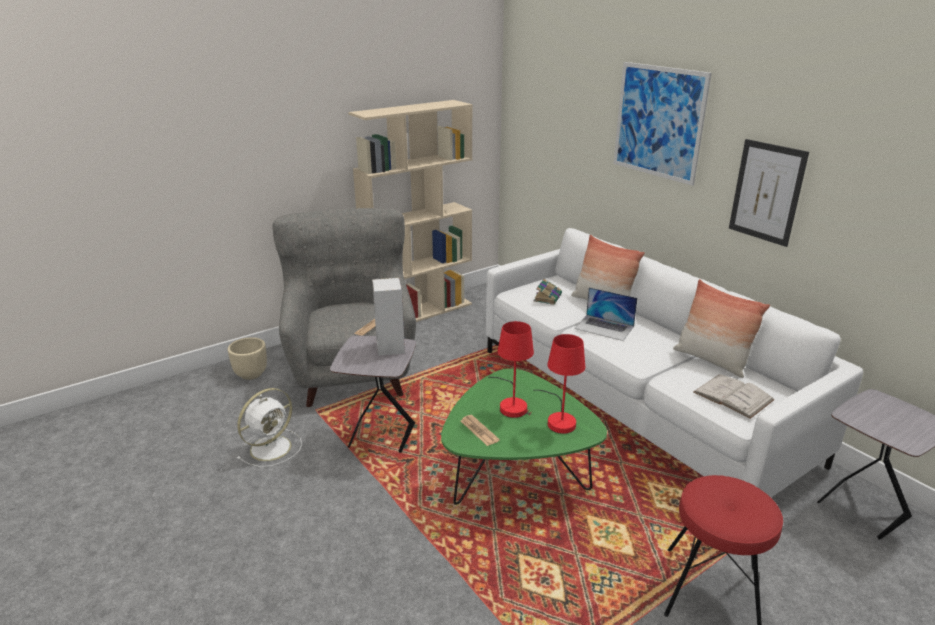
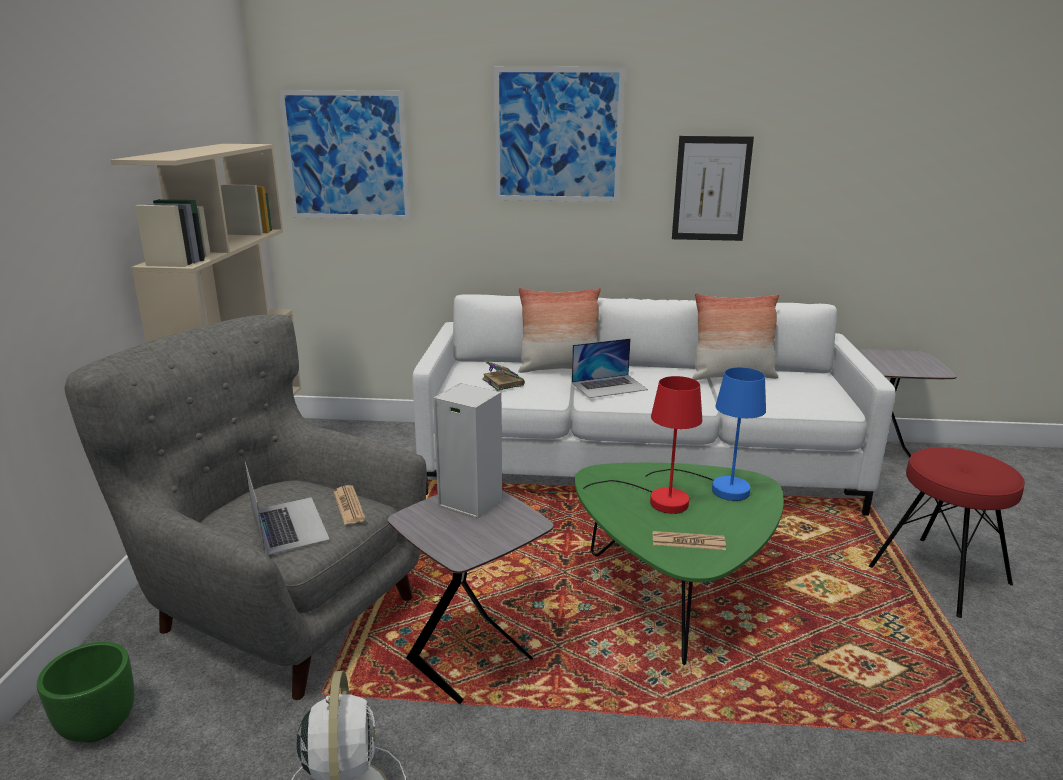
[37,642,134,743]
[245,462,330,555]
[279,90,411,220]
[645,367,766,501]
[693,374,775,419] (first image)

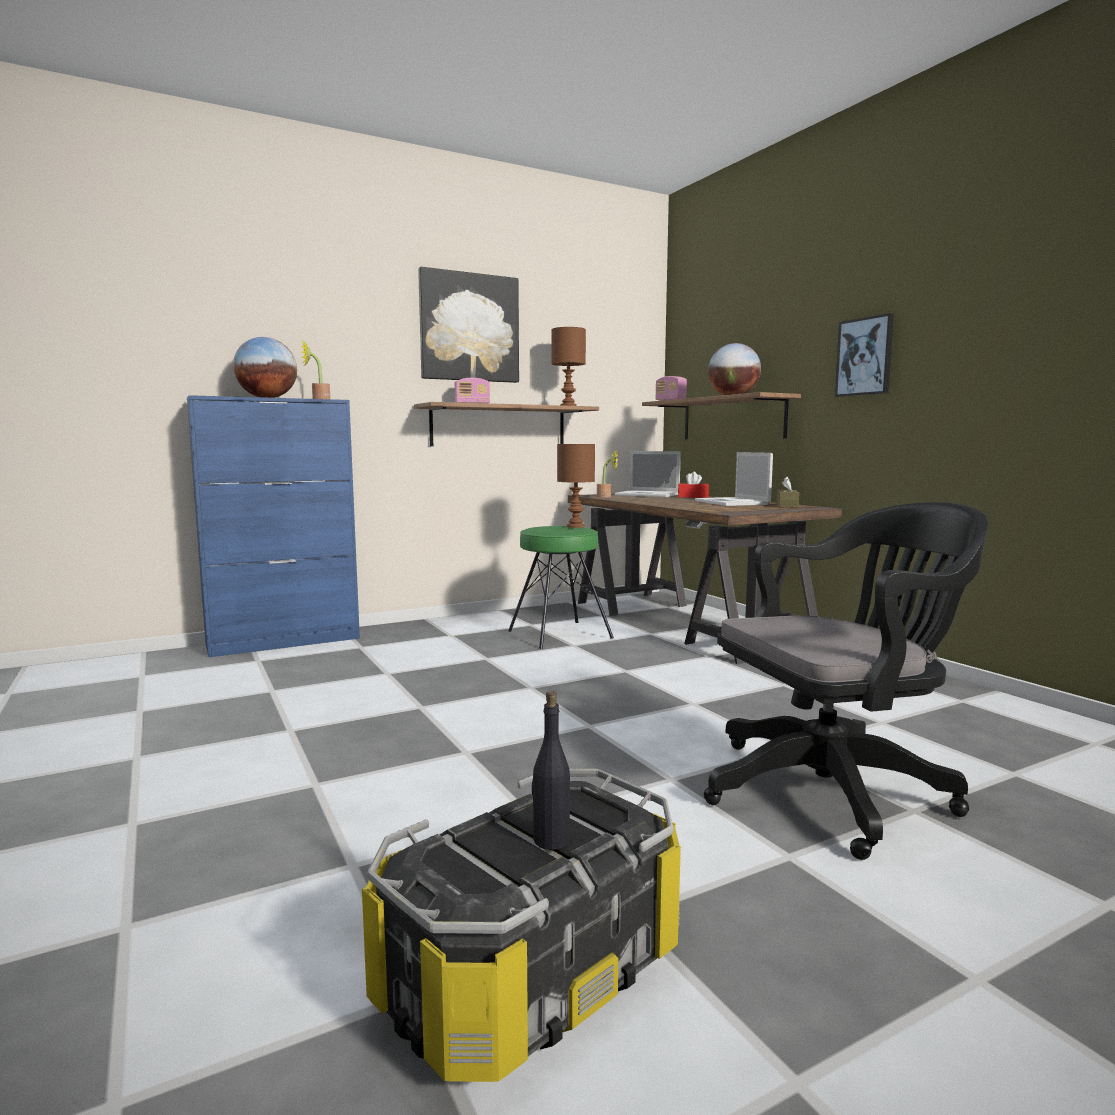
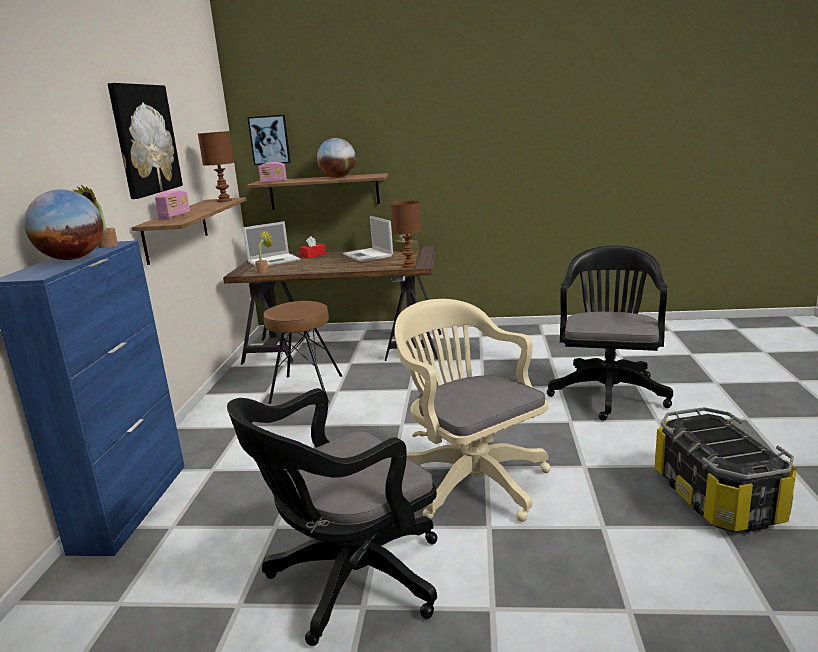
[227,388,437,646]
[247,115,291,165]
[263,301,342,404]
[343,216,393,262]
[390,200,422,268]
[395,299,551,522]
[532,691,570,850] (first image)

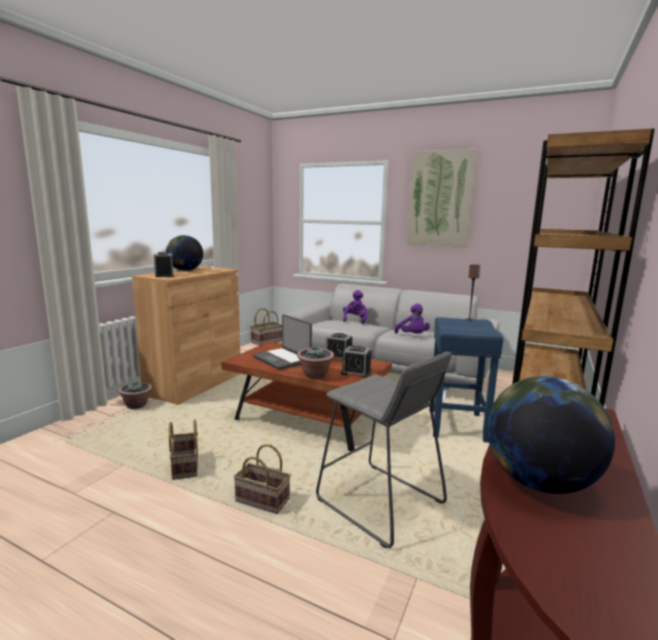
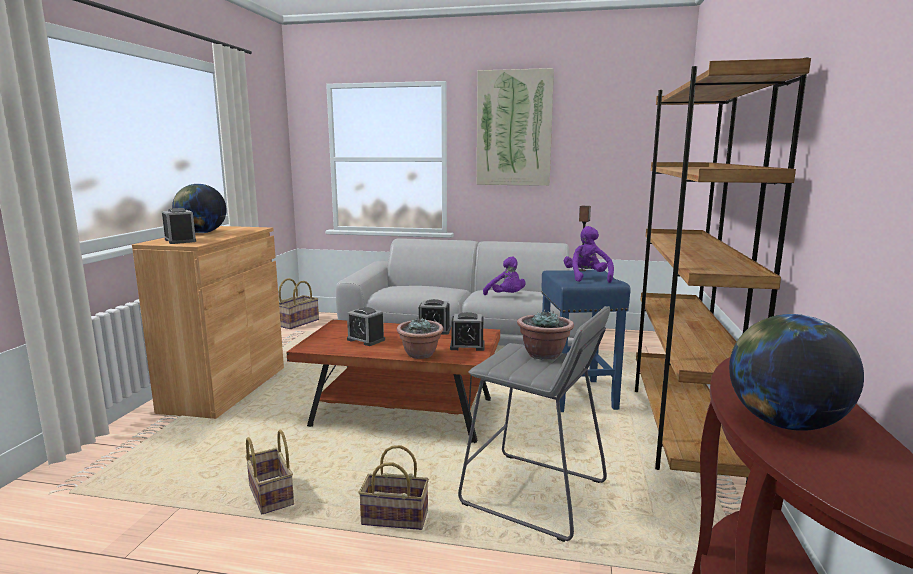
[347,307,385,346]
[517,310,574,360]
[564,226,614,283]

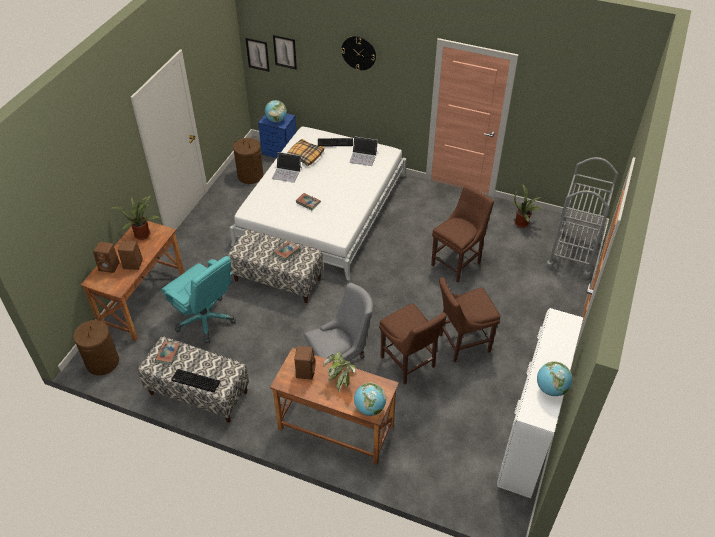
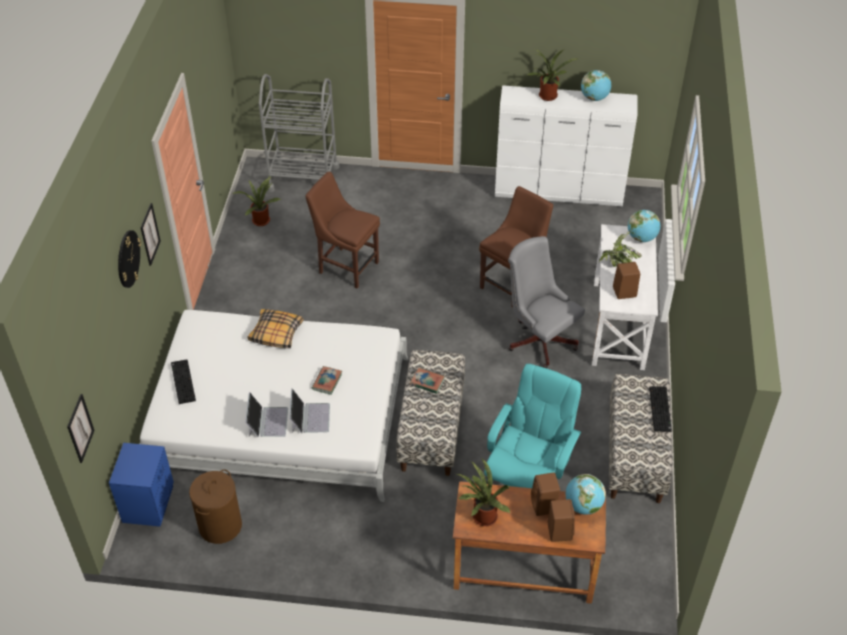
[140,203,161,266]
[247,309,304,348]
[289,389,330,433]
[527,49,579,101]
[566,474,606,515]
[592,224,658,370]
[73,318,119,375] (first image)
[155,341,180,365] (first image)
[439,277,500,362] (first image)

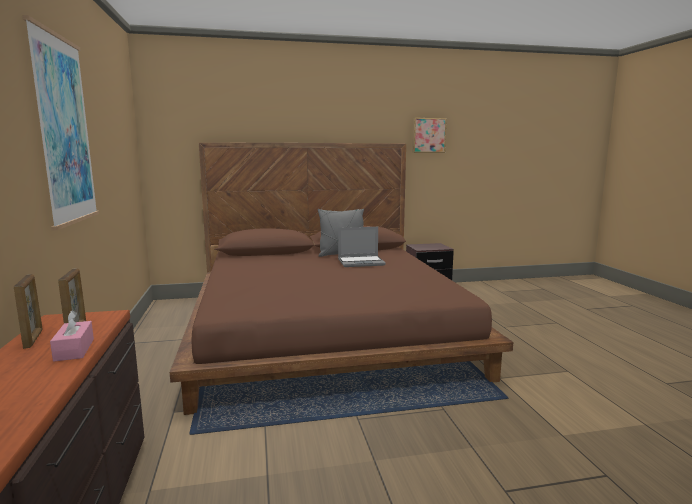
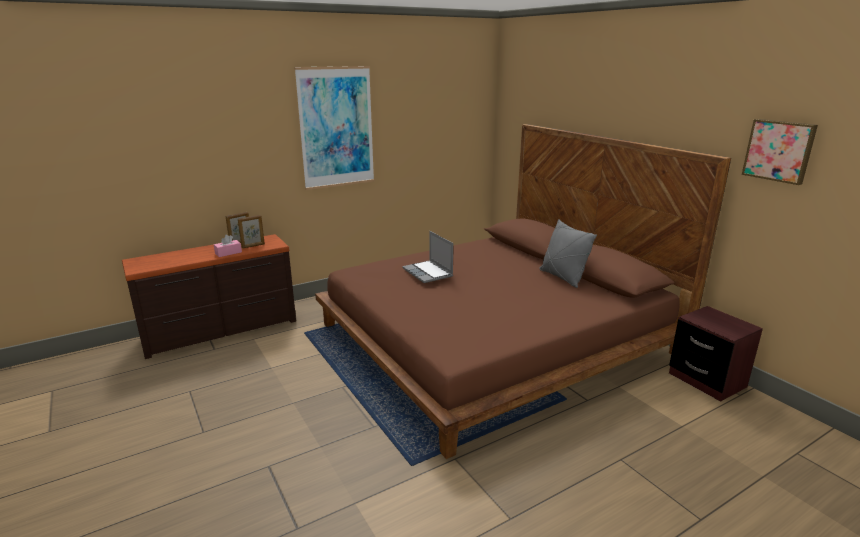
[402,231,453,283]

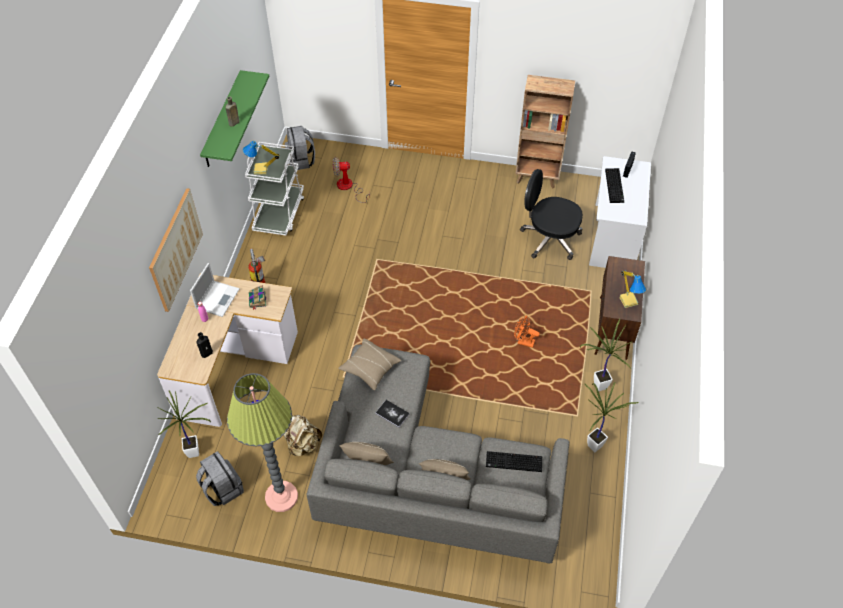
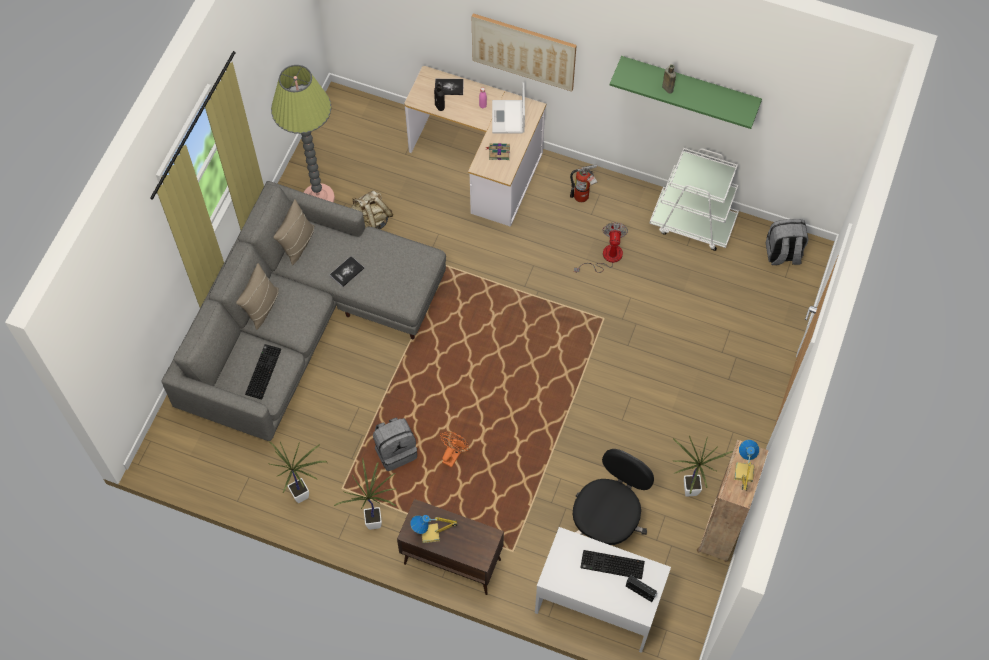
[373,417,417,471]
[435,79,464,95]
[492,82,525,134]
[574,222,628,273]
[673,436,733,497]
[734,440,759,491]
[338,338,401,390] (first image)

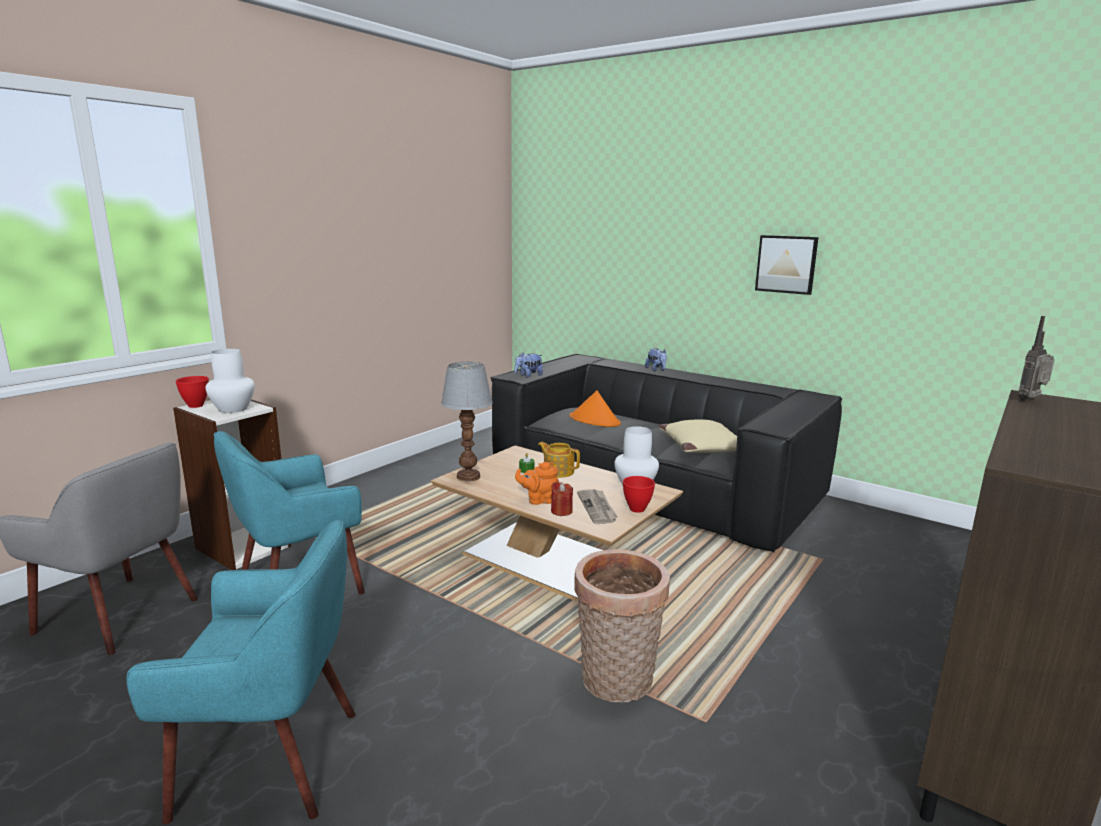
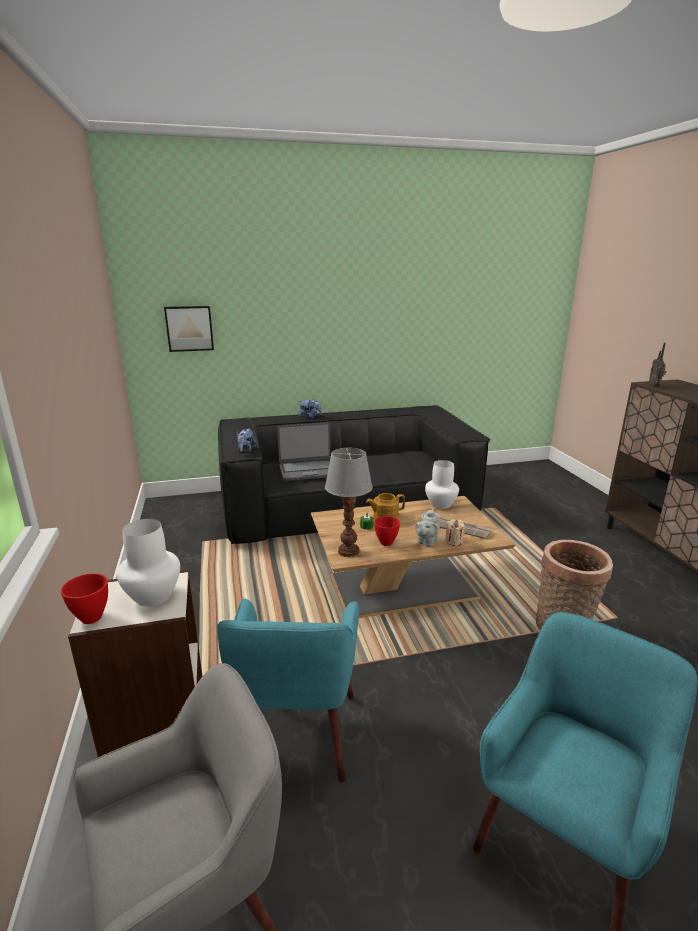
[164,306,214,352]
[277,422,331,481]
[374,516,400,546]
[415,509,440,547]
[445,519,465,546]
[659,419,737,453] (first image)

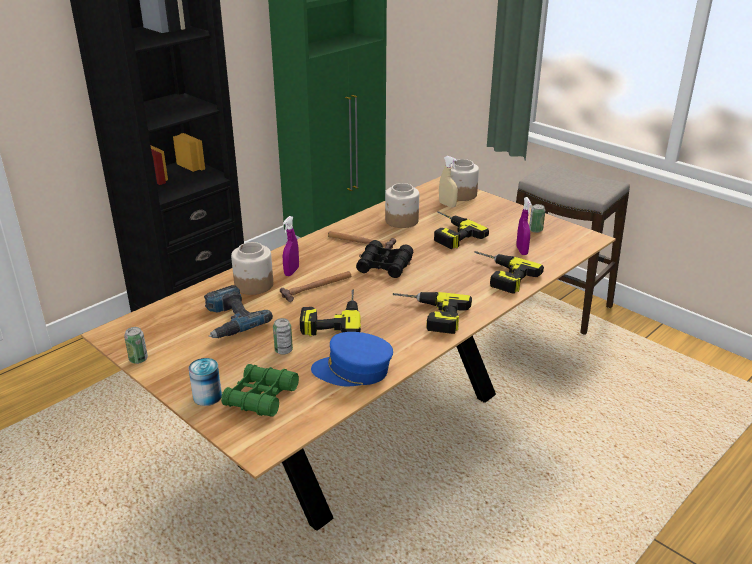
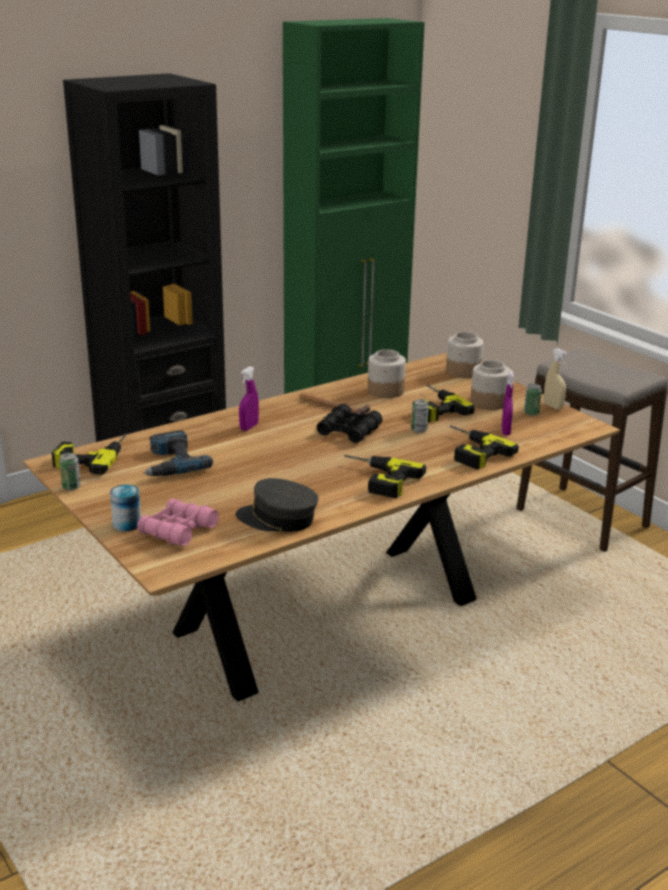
[52,433,127,475]
[137,499,219,546]
[236,478,318,532]
[411,399,429,433]
[470,360,510,410]
[544,348,568,410]
[280,271,351,302] (first image)

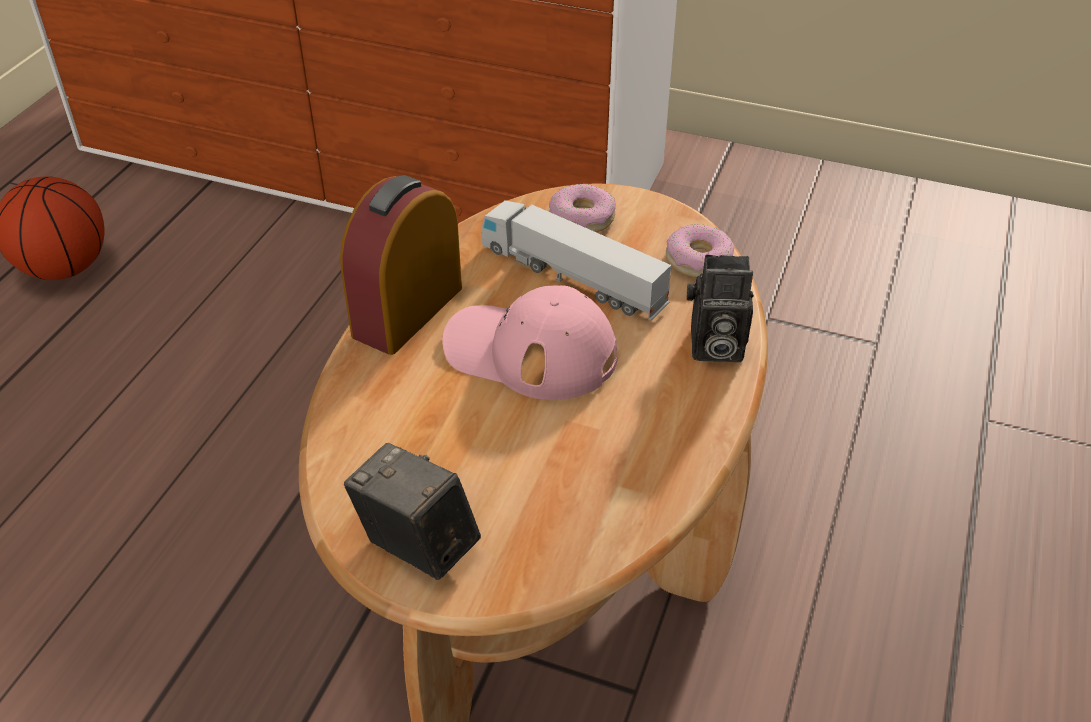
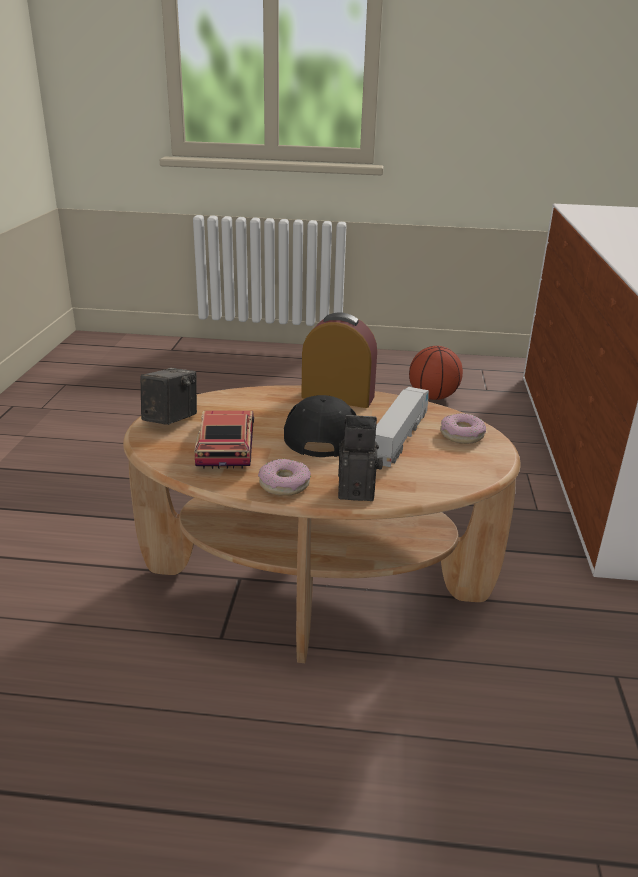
[194,411,254,469]
[258,459,311,496]
[284,395,357,457]
[338,415,383,501]

